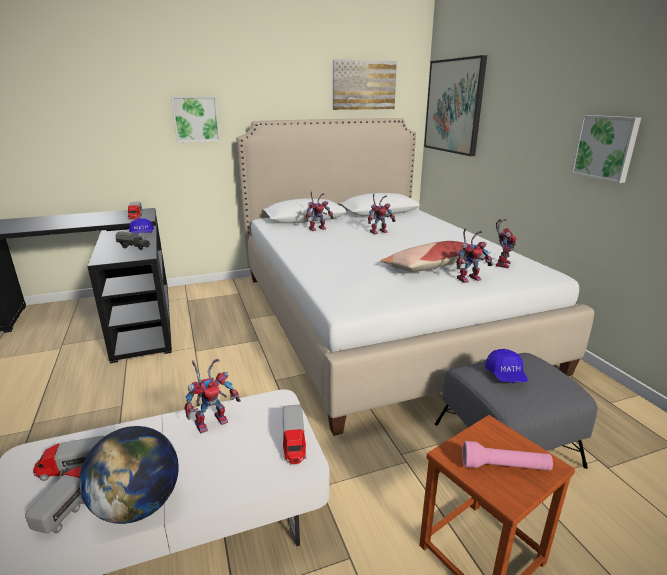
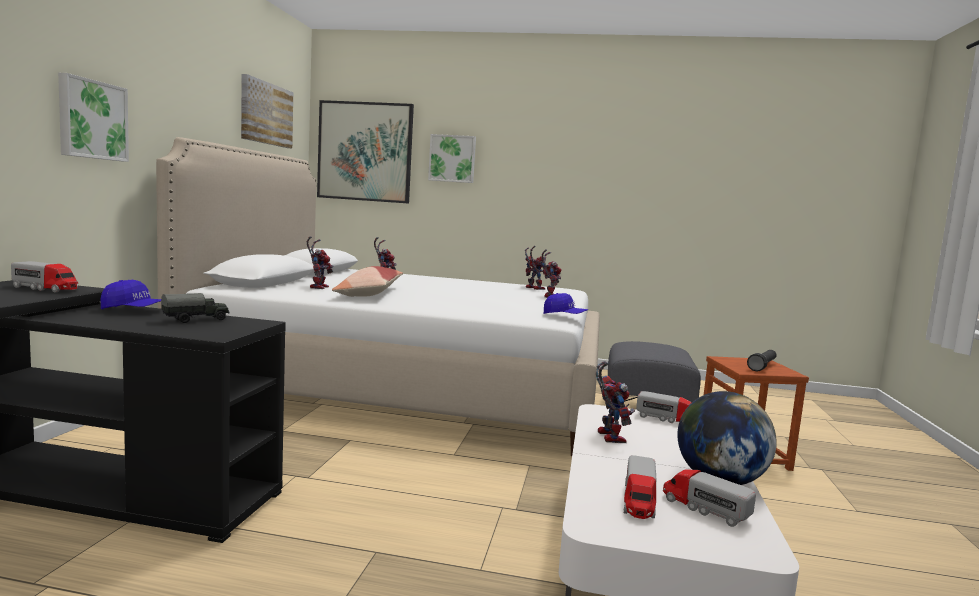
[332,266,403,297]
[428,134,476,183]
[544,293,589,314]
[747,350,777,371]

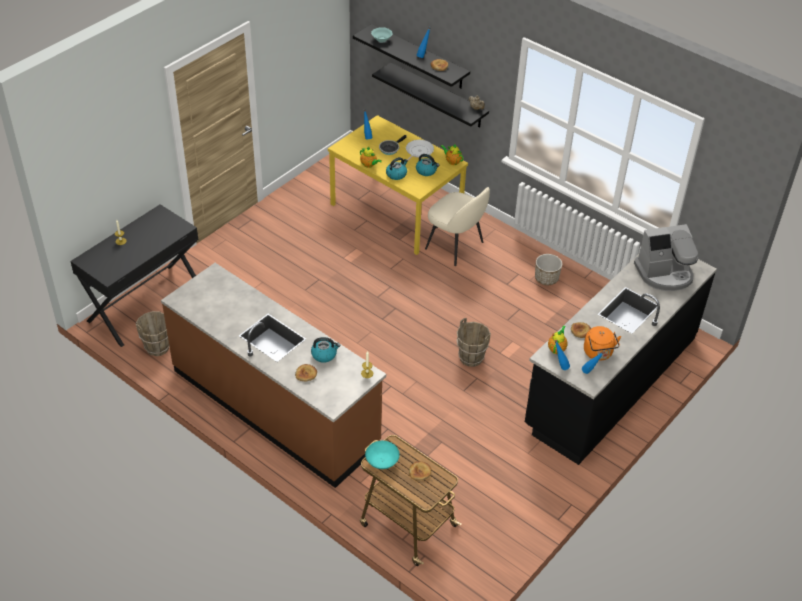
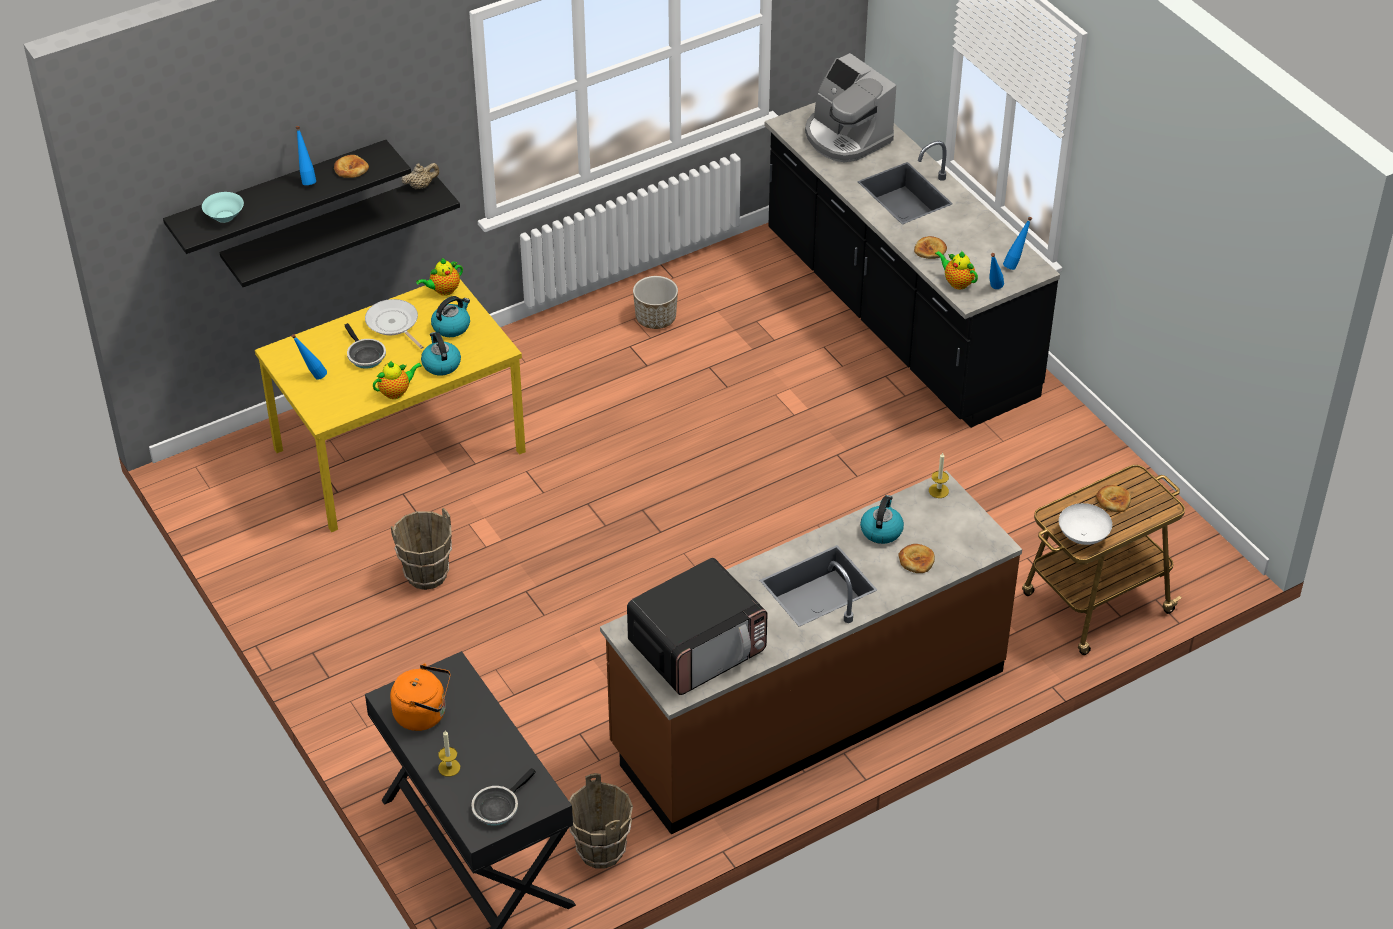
[390,663,451,731]
[391,508,452,590]
[471,768,536,826]
[627,558,767,695]
[805,53,896,162]
[1059,503,1112,545]
[425,187,490,266] (first image)

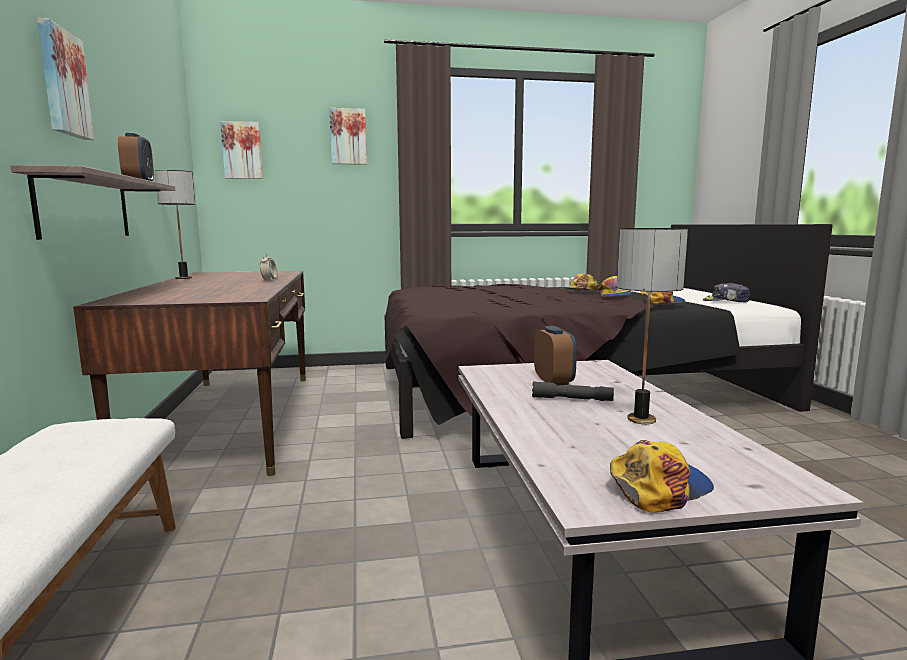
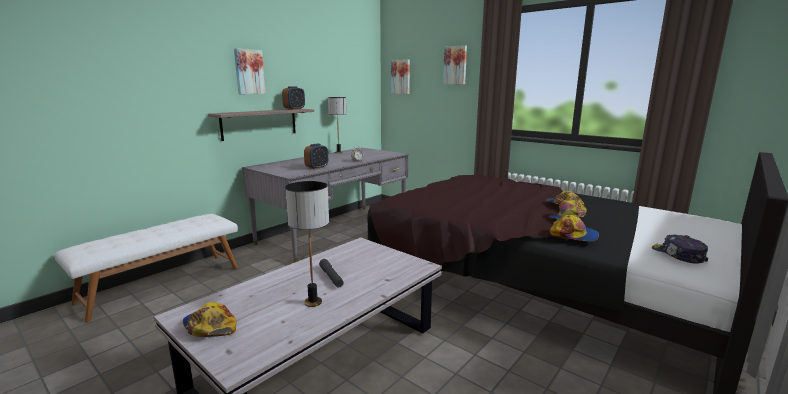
[183,302,237,337]
[242,148,409,263]
[304,144,328,169]

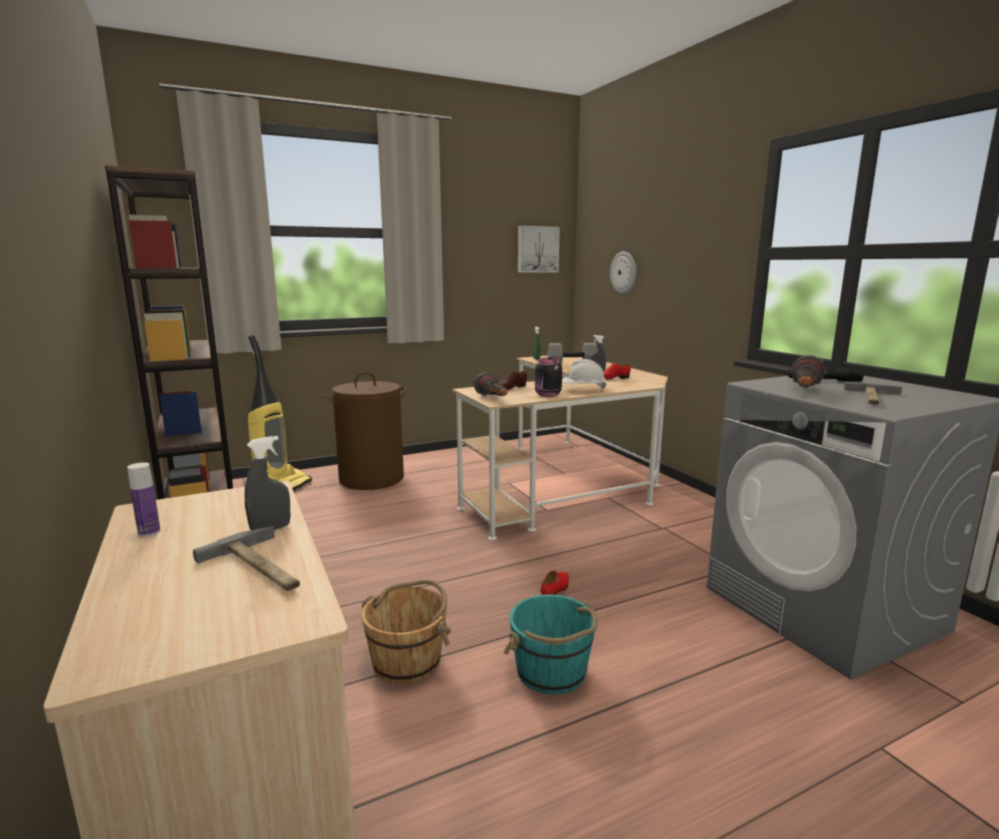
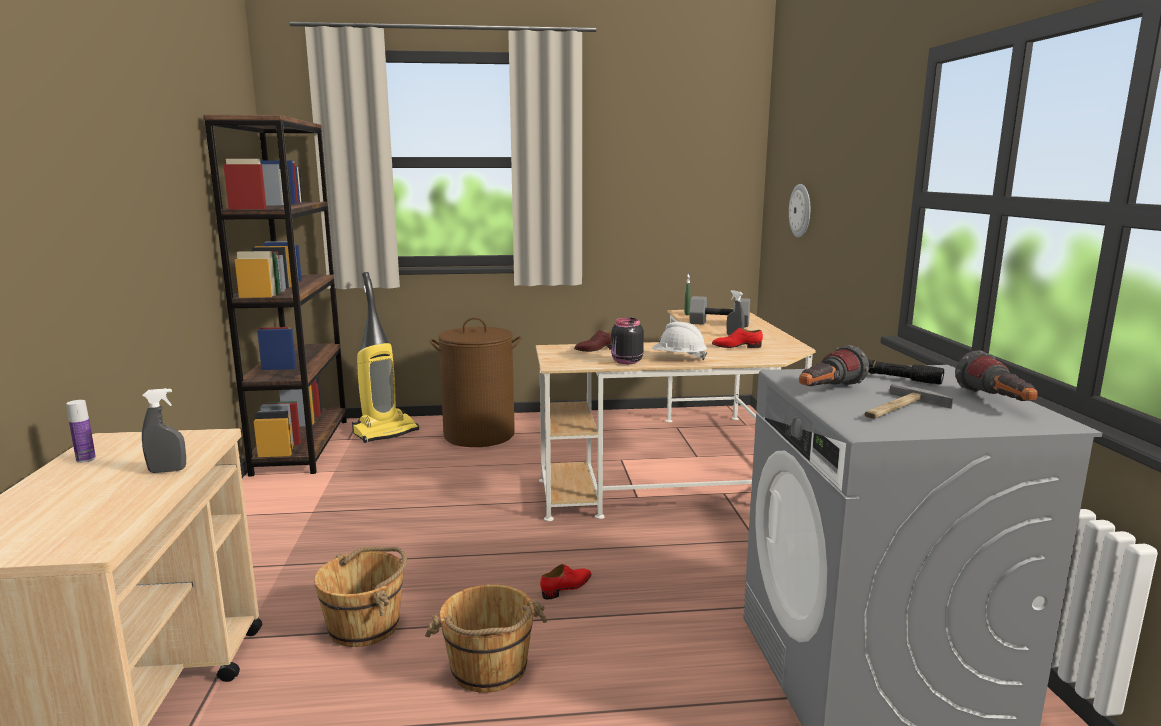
[425,584,547,693]
[955,350,1038,401]
[193,526,300,591] (first image)
[518,226,560,273] (first image)

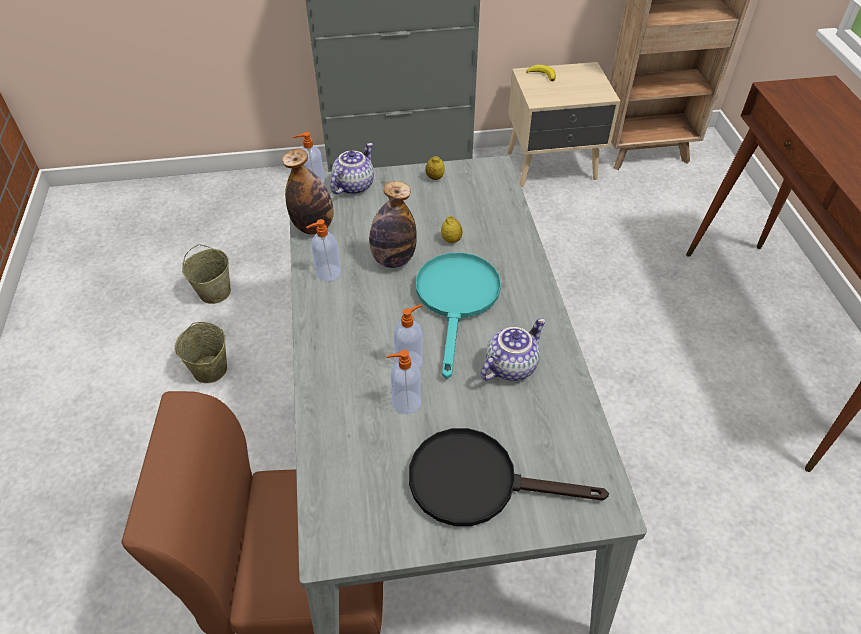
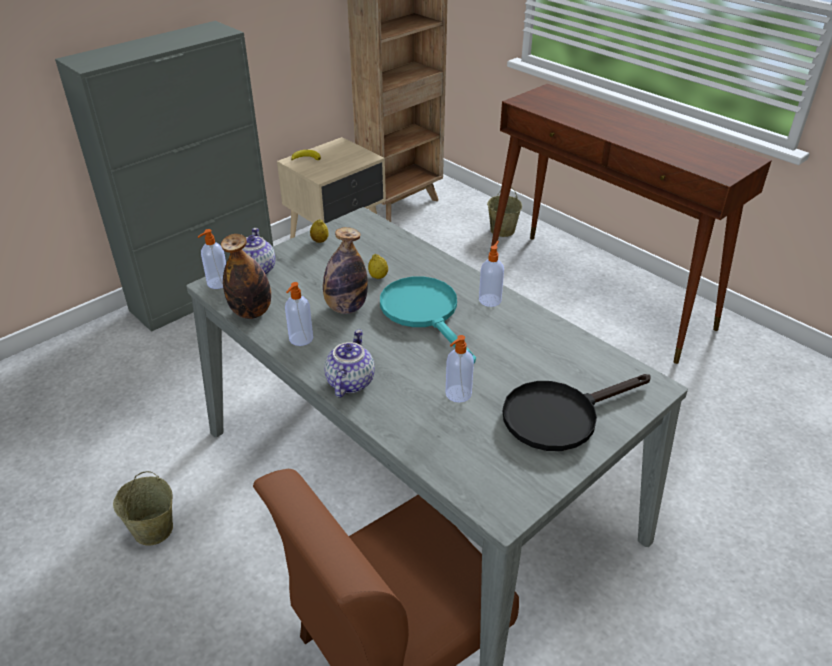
[324,329,375,397]
[479,241,504,307]
[487,187,522,237]

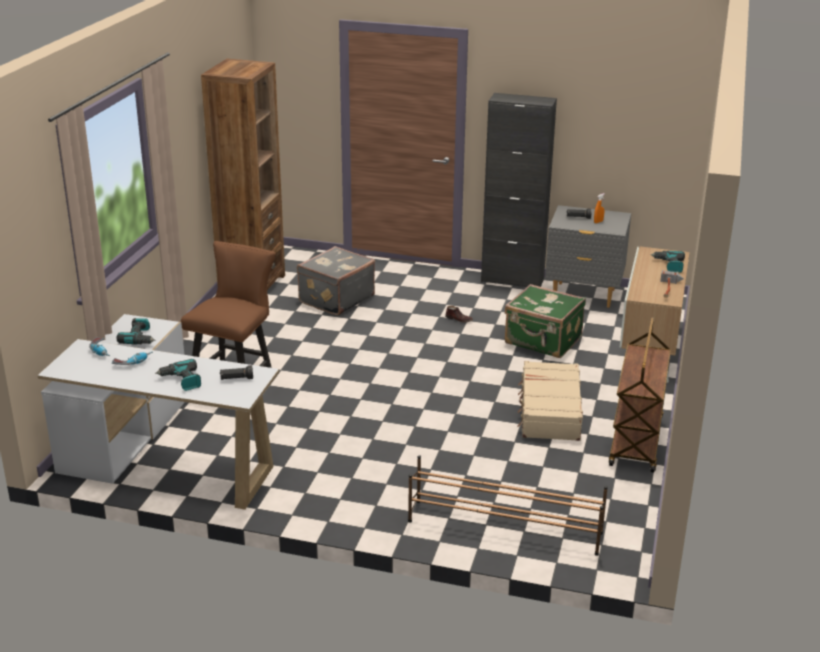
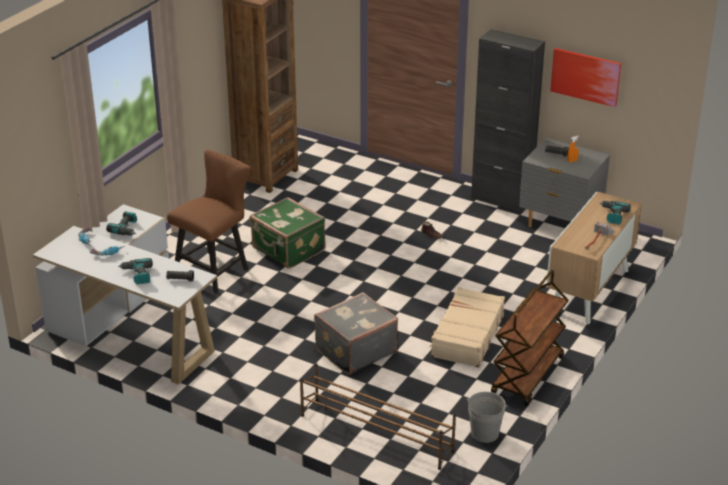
[250,197,326,269]
[314,292,398,375]
[466,392,508,443]
[550,48,621,107]

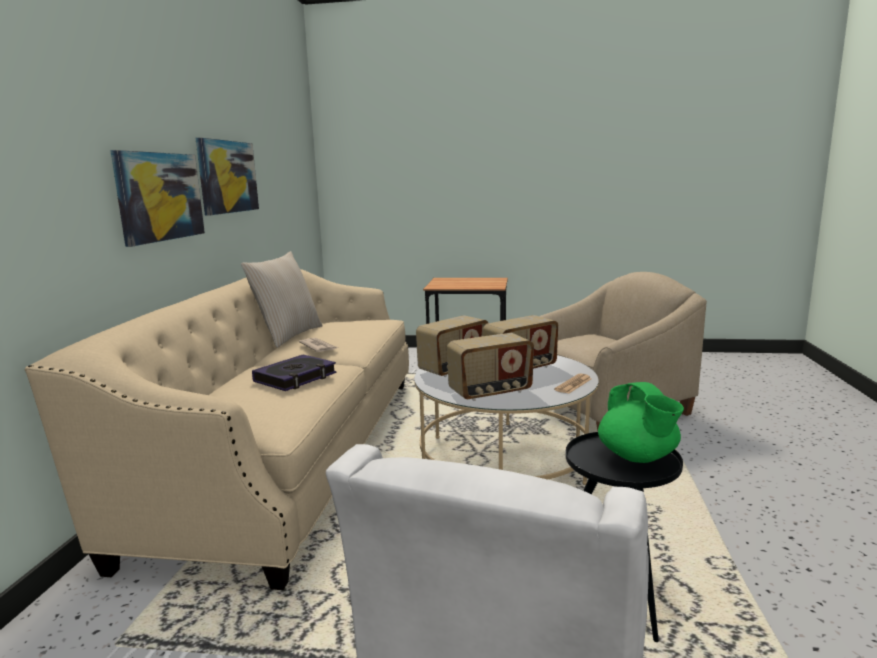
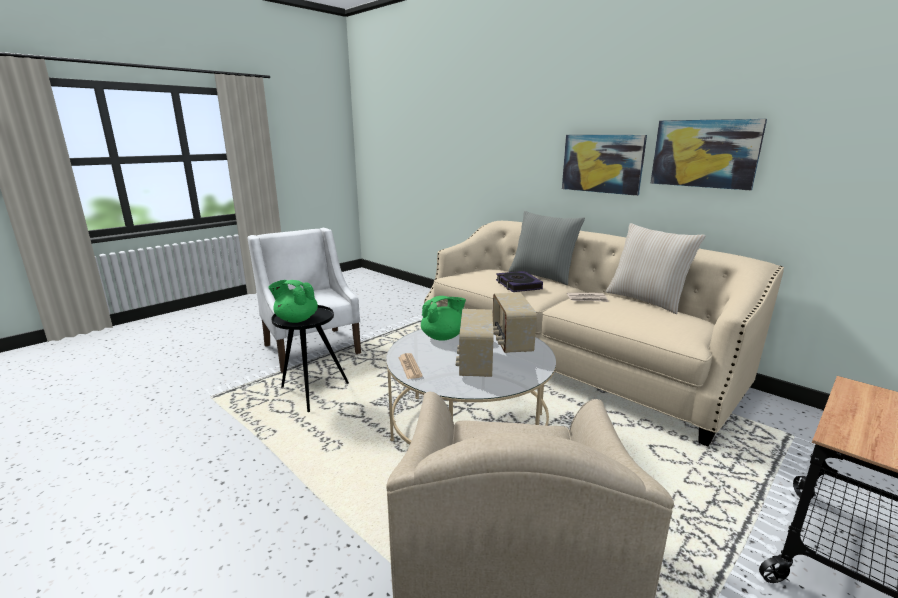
[421,296,466,341]
[508,211,585,285]

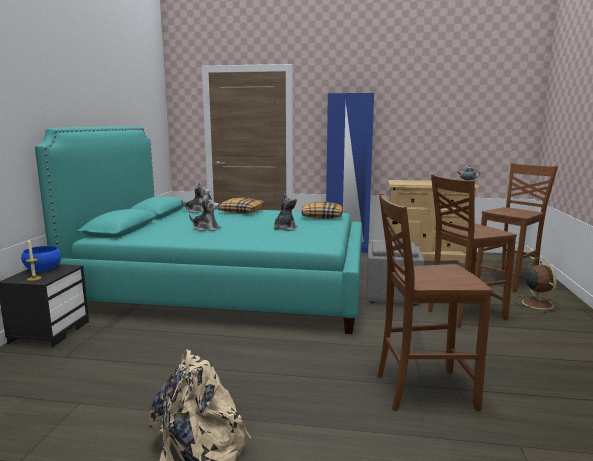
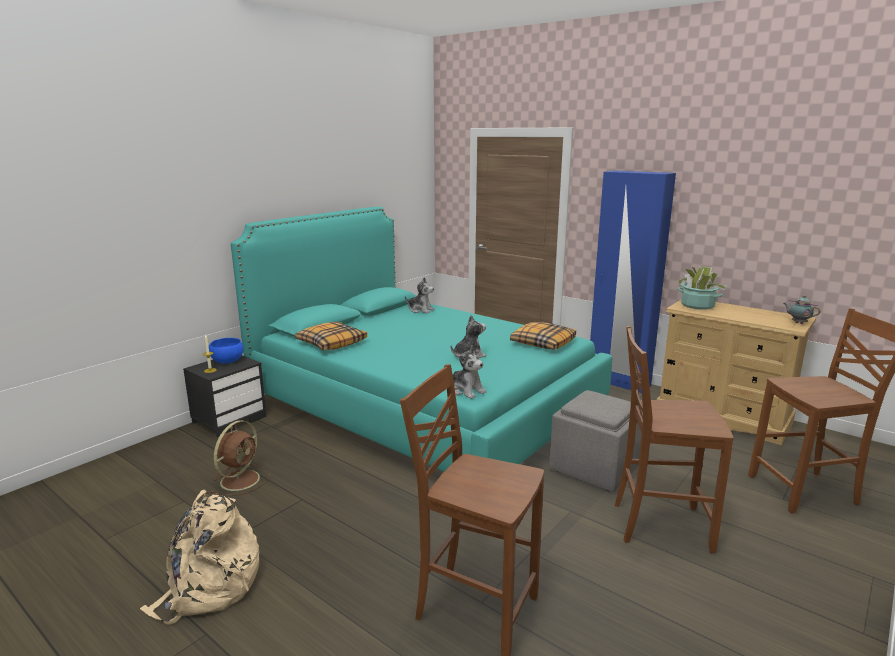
[211,420,270,496]
[295,322,367,350]
[453,345,486,399]
[676,266,727,310]

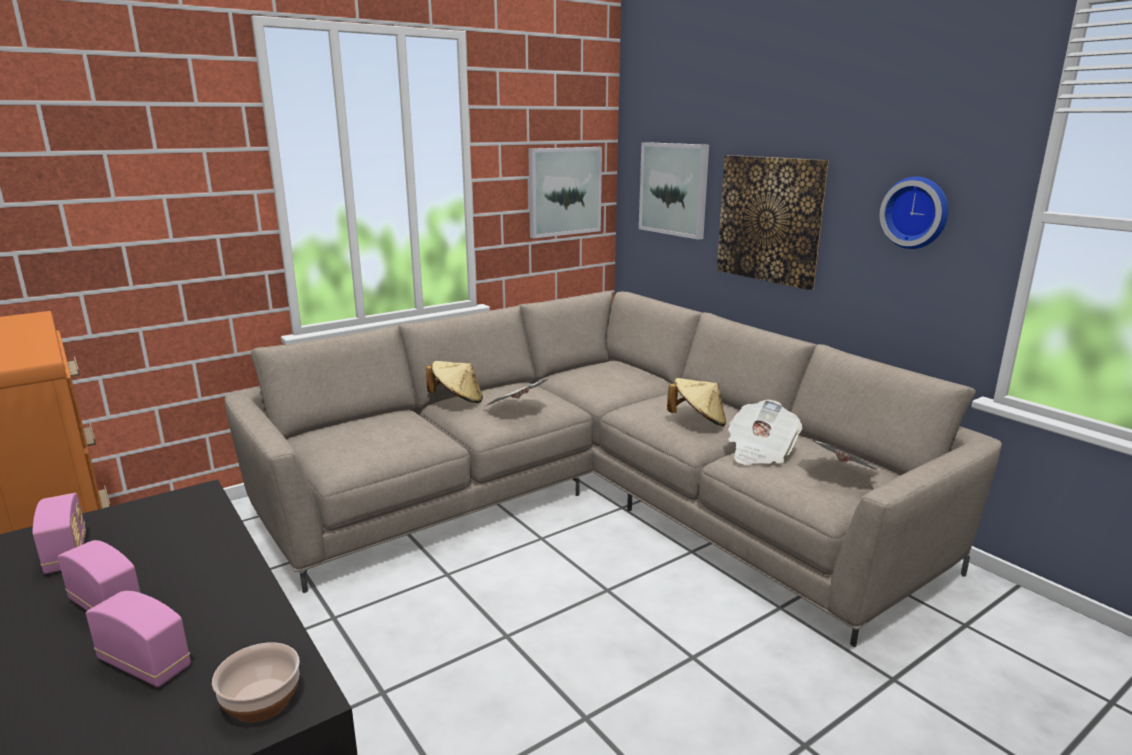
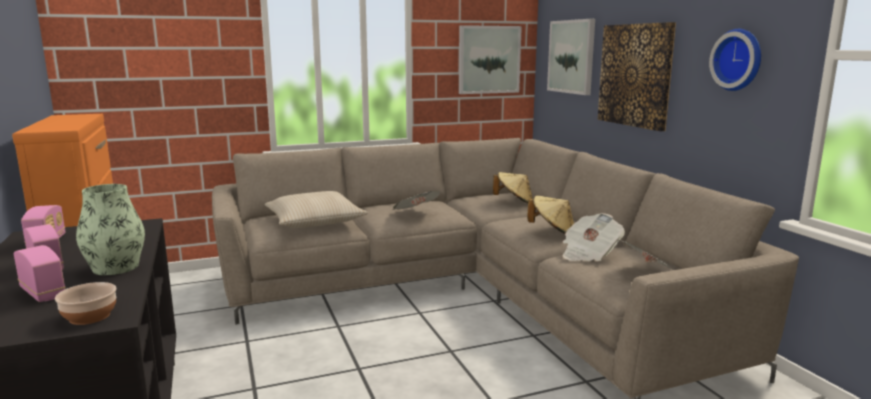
[76,184,145,275]
[265,191,368,228]
[493,172,533,203]

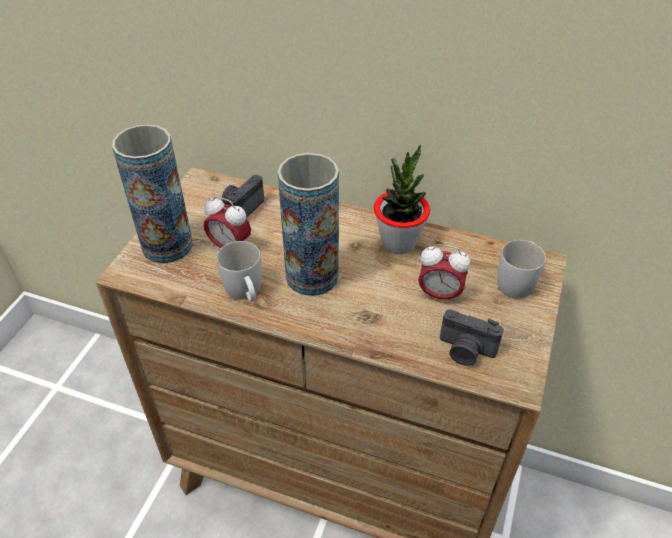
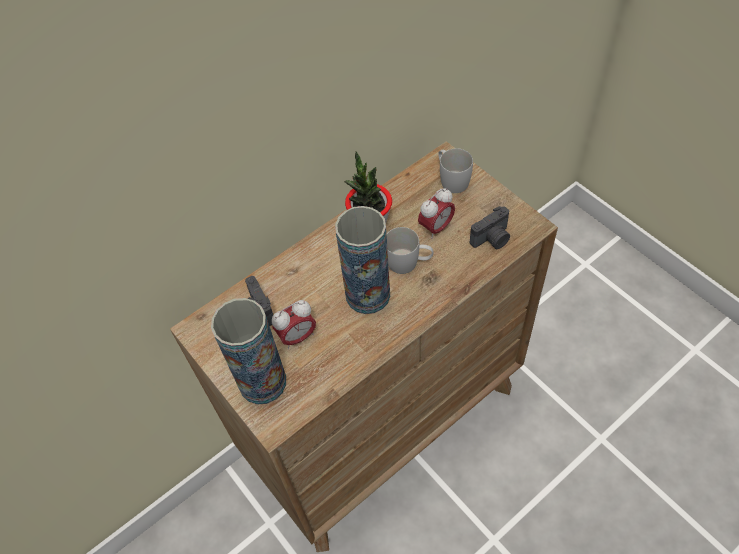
[387,227,433,274]

